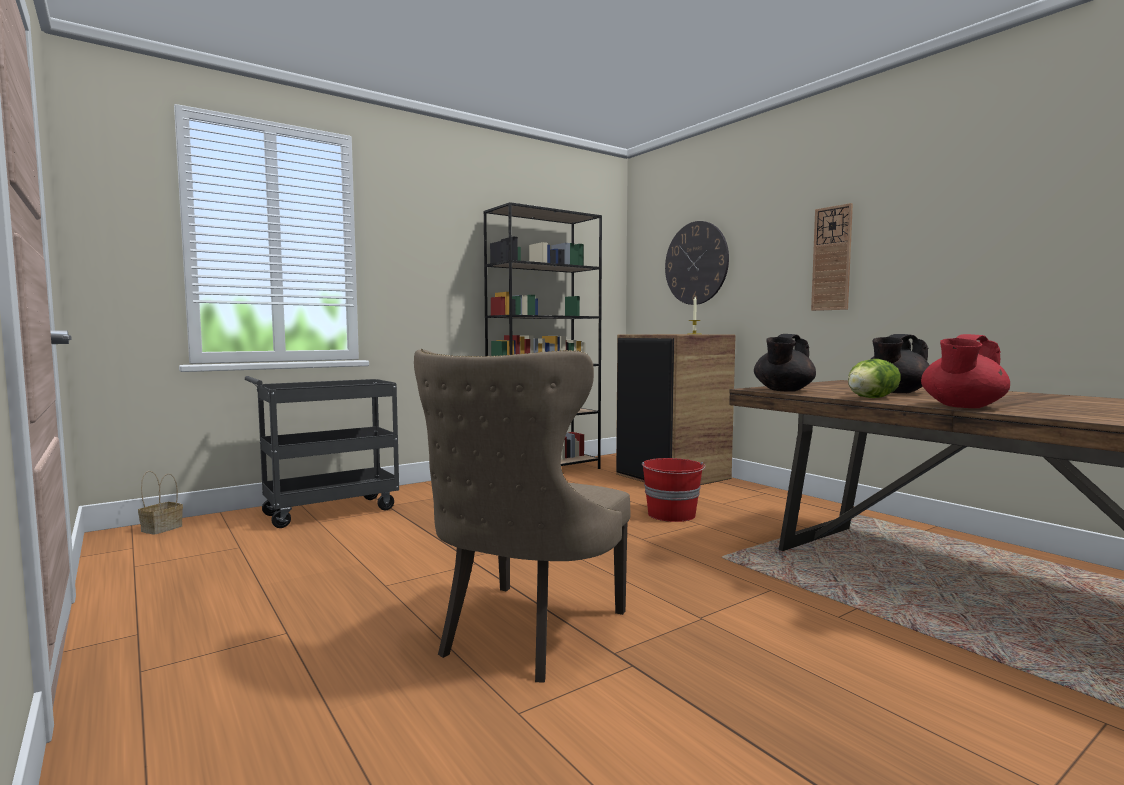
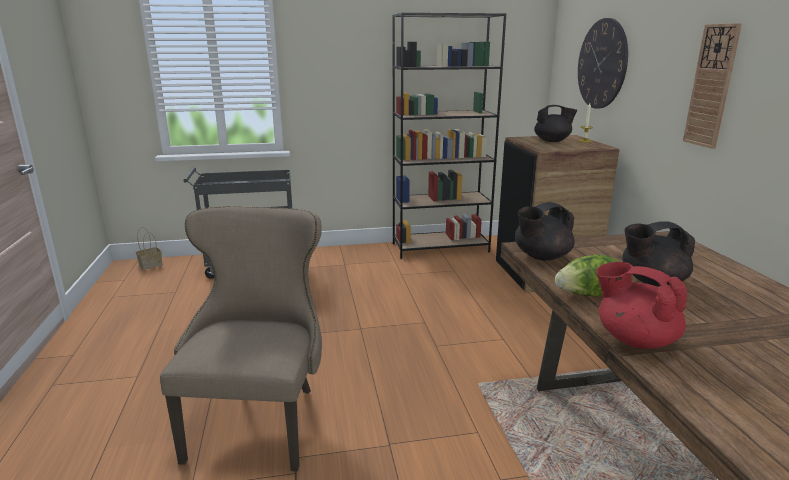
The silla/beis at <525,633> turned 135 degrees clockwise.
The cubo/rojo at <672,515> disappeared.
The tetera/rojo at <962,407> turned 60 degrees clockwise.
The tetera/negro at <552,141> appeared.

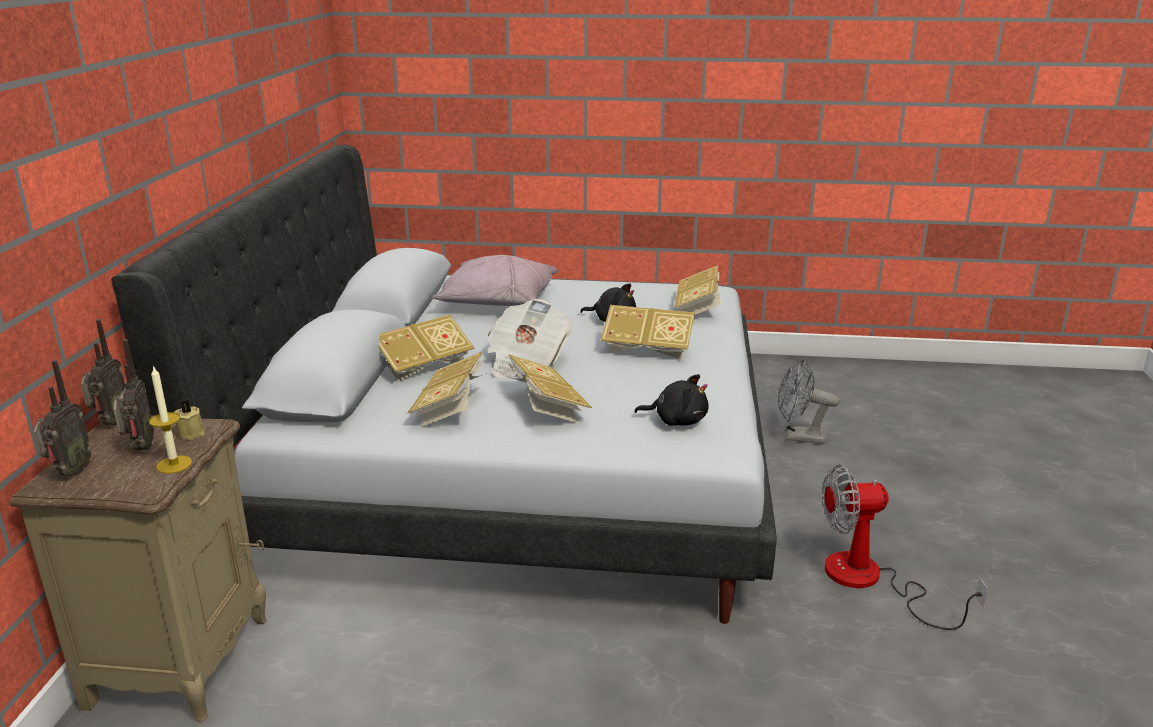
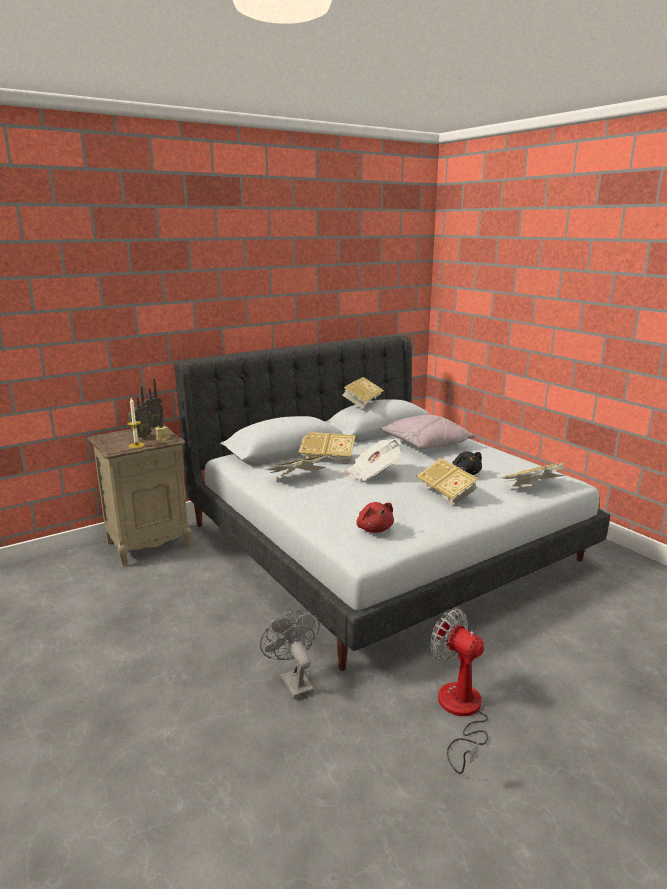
The radio at <69,473> disappeared.
The libro moved from <545,408> to <362,402>.
The peluche/negro at <677,420> became the peluche/rojo at <374,529>.
The ventilador/gris moved from <798,437> to <293,681>.

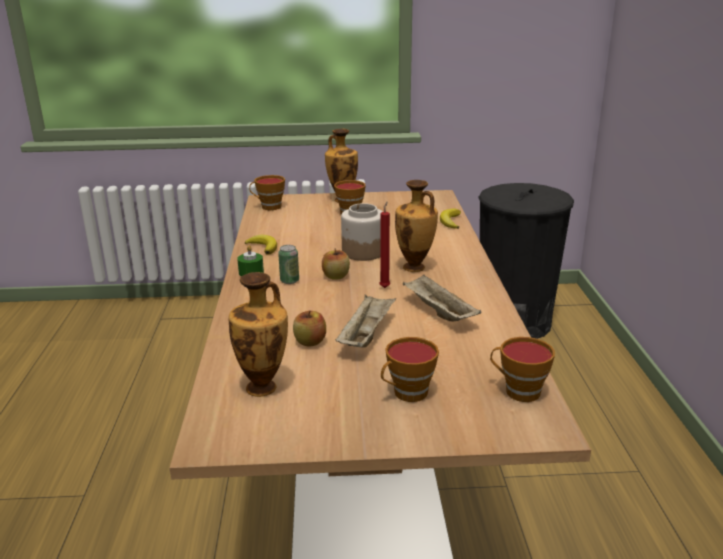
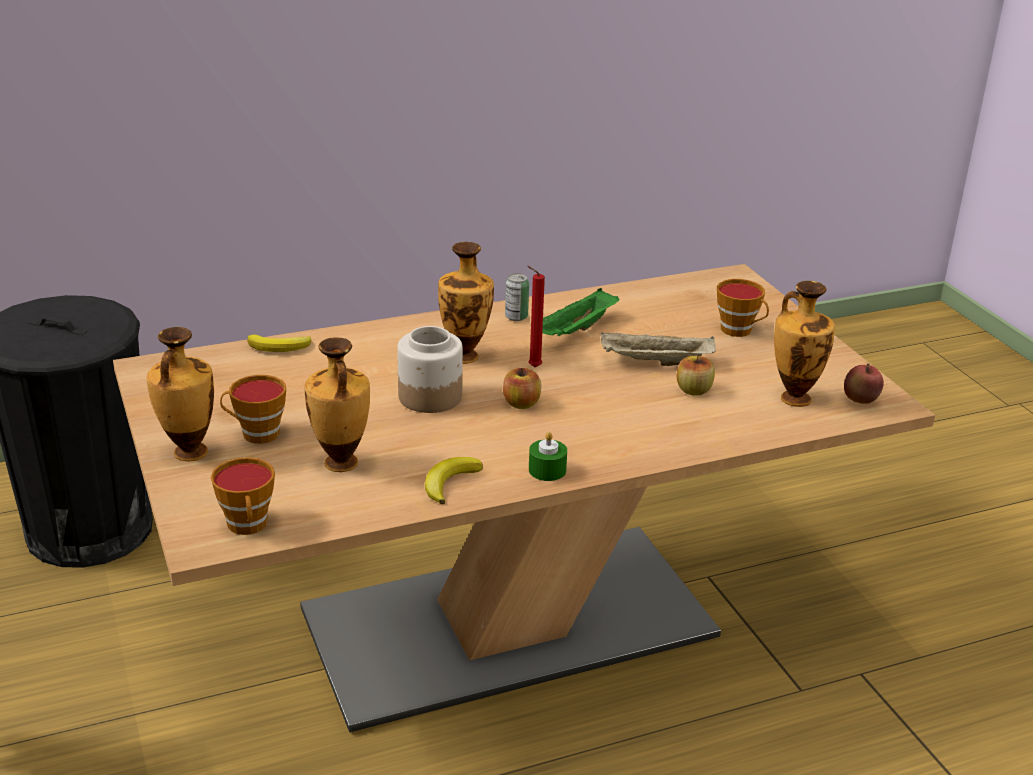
The lata moved from <289,281> to <516,317>.
The bandeja/beis at <438,312> became the bandeja/verde at <575,331>.
The taza at <518,391> disappeared.
The florero at <340,464> appeared.
The manzana at <860,401> appeared.

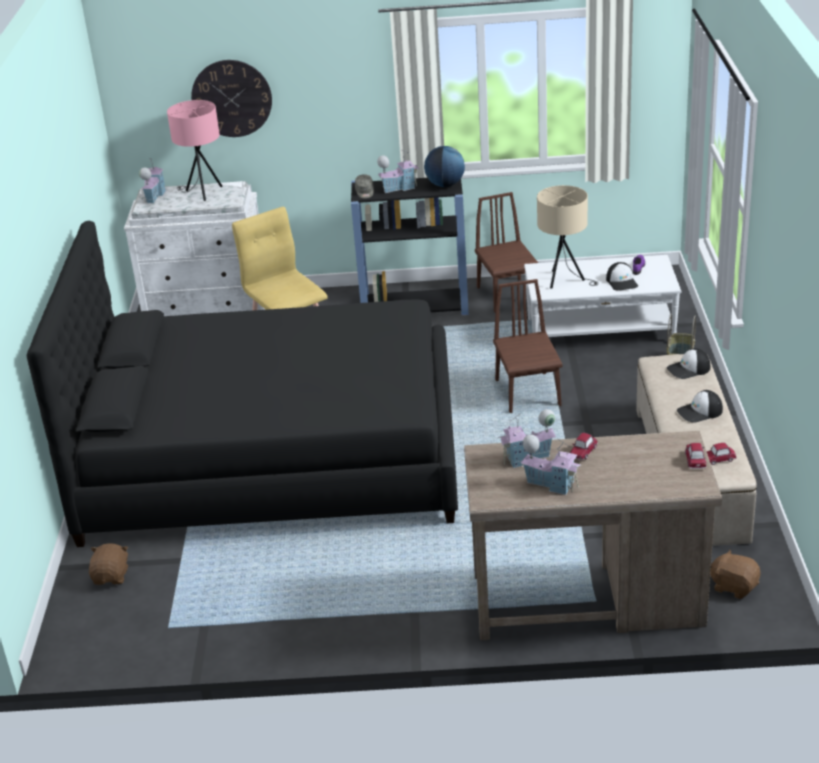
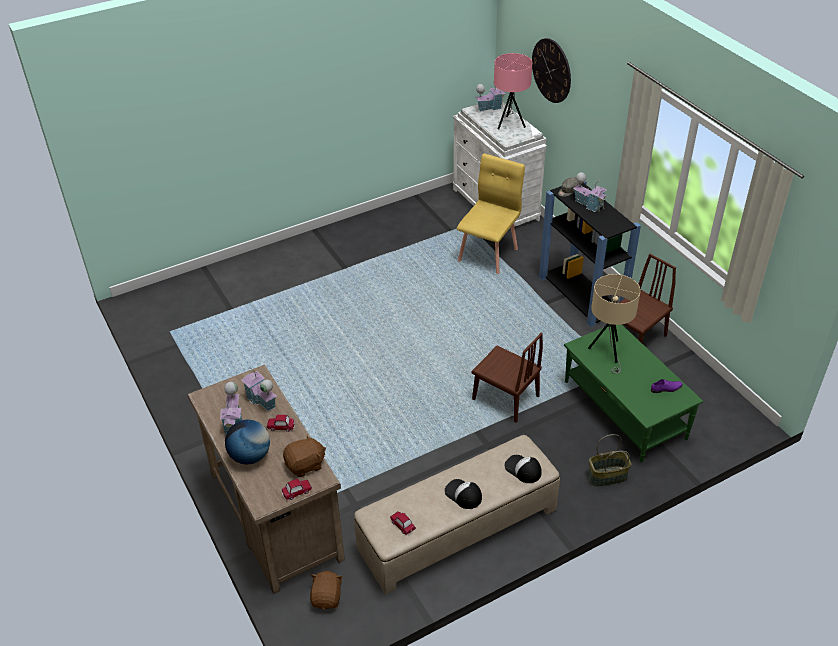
The cama/negro at <272,458> disappeared.
The peluche/marrón moved from <111,576> to <305,465>.
The globo terráqueo moved from <445,185> to <250,456>.
The silla/marrón at <528,393> turned 75 degrees clockwise.
The mesa de centro/blanco at <601,330> became the mesa de centro/verde at <624,410>.
The gorra at <622,282> disappeared.

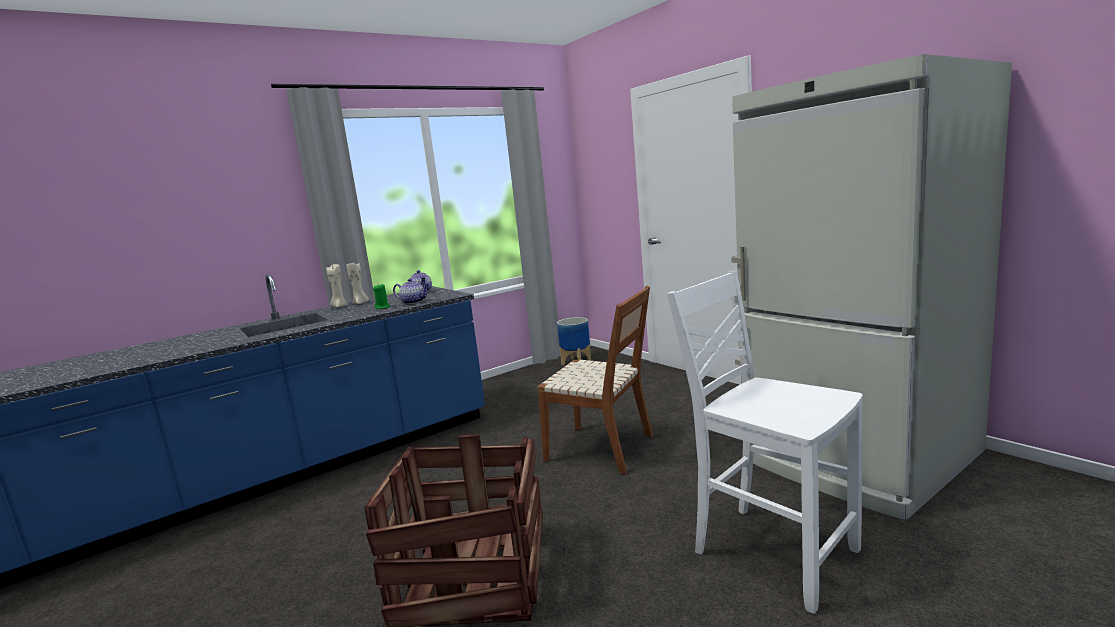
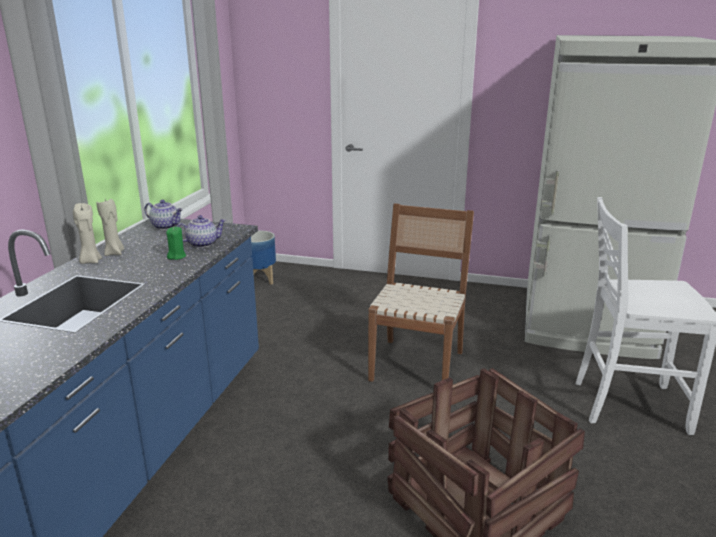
The silla at <604,450> turned 60 degrees counterclockwise.

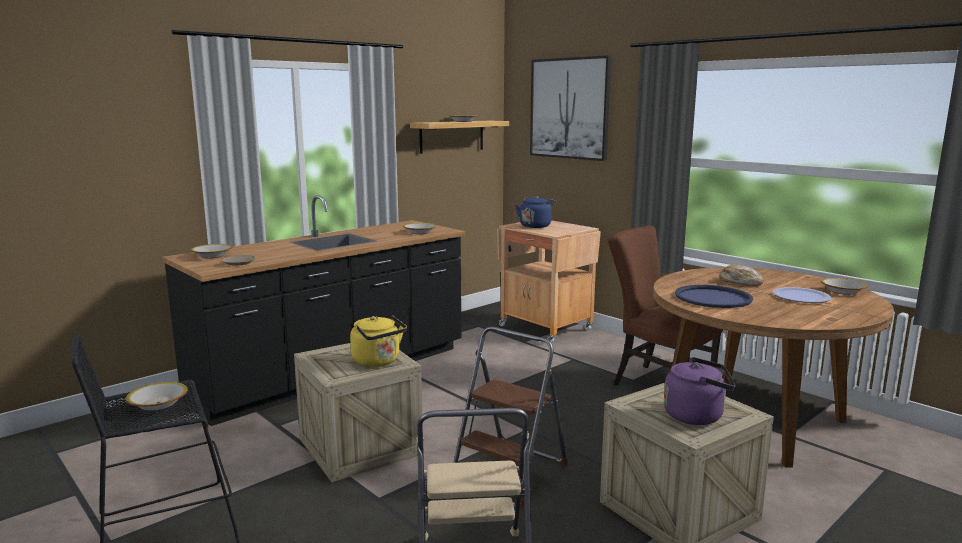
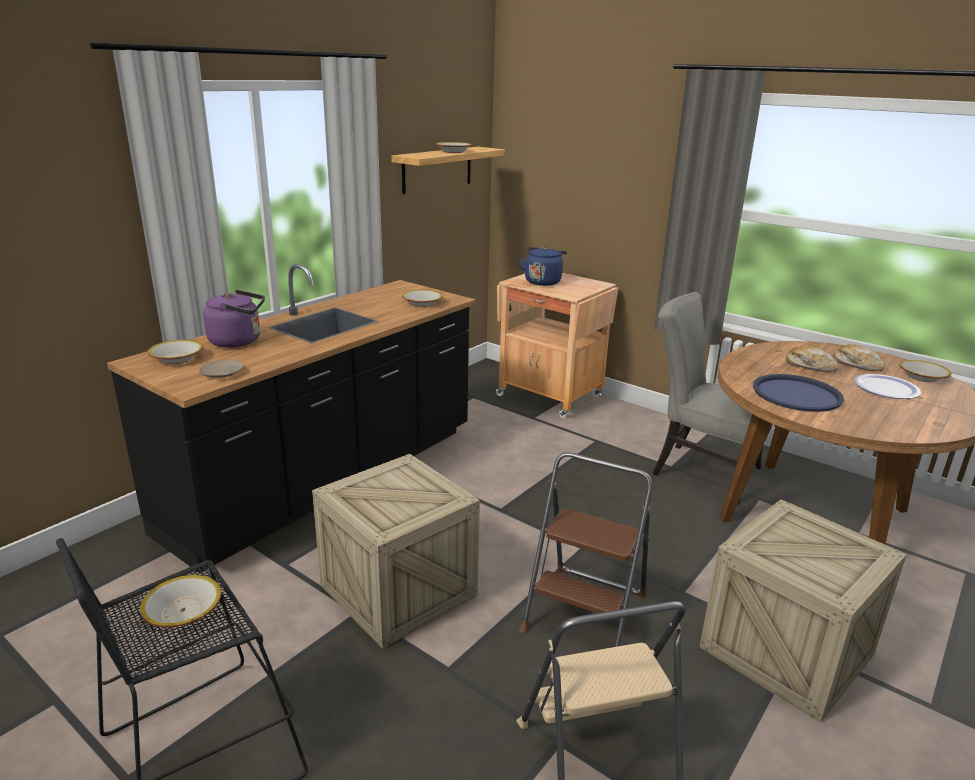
The hervidor/amarillo at <378,361> disappeared.
The cuadro at <569,108> disappeared.
The silla/marrón at <657,383> became the silla/gris at <699,470>.
The hervidor/morado moved from <697,416> to <238,341>.
The pan at <857,364> appeared.

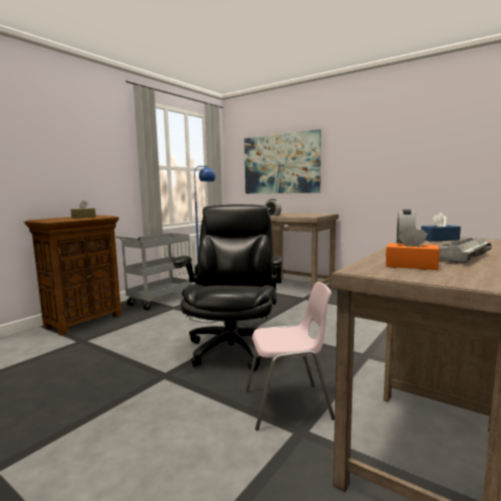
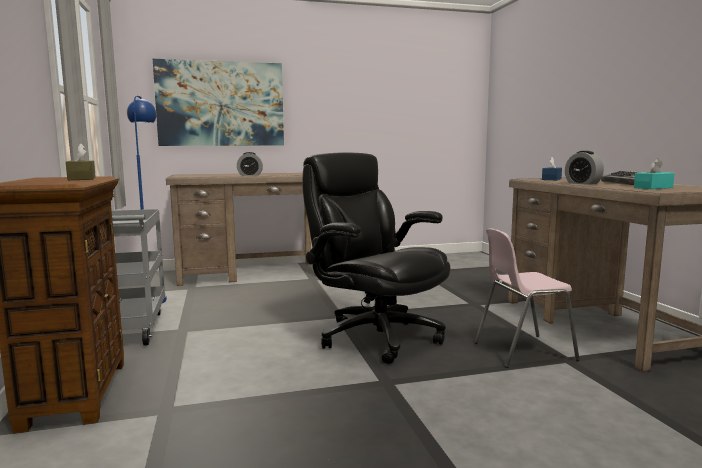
The silla/rosa at <289,405> turned 135 degrees counterclockwise.
The caja de pañuelos/naranja at <411,266> became the caja de pañuelos/turquesa at <653,188>.

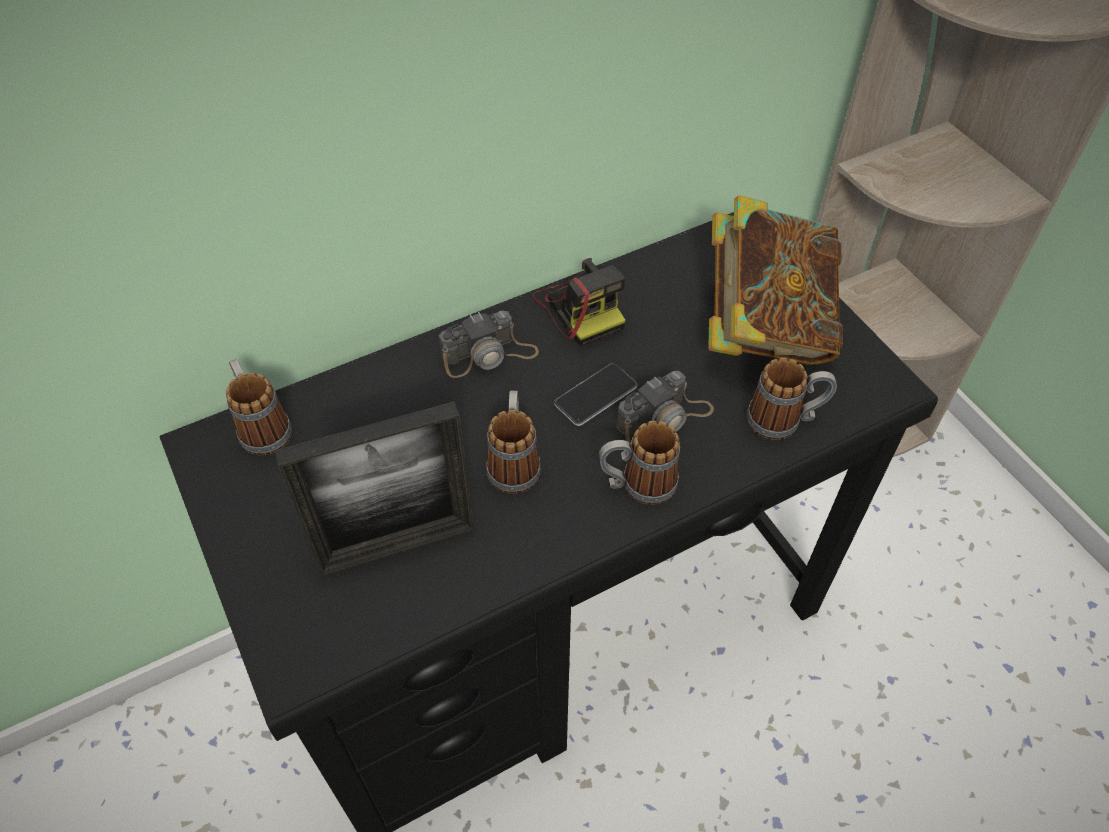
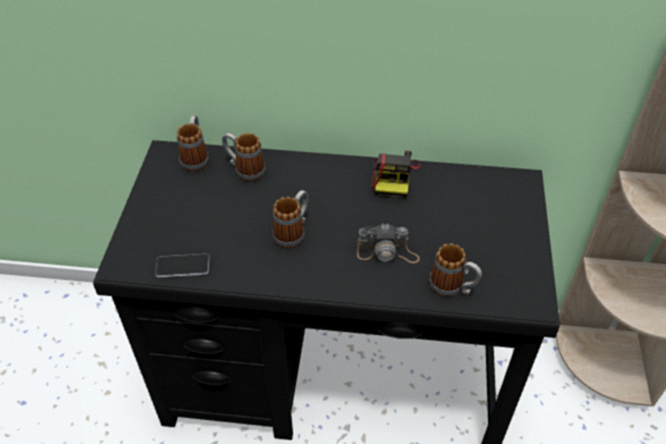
The portarretratos at <397,546> disappeared.
The cámara at <489,355> disappeared.
The móvil moved from <595,395> to <182,266>.
The taza grande moved from <637,484> to <245,169>.
The libro at <764,327> disappeared.

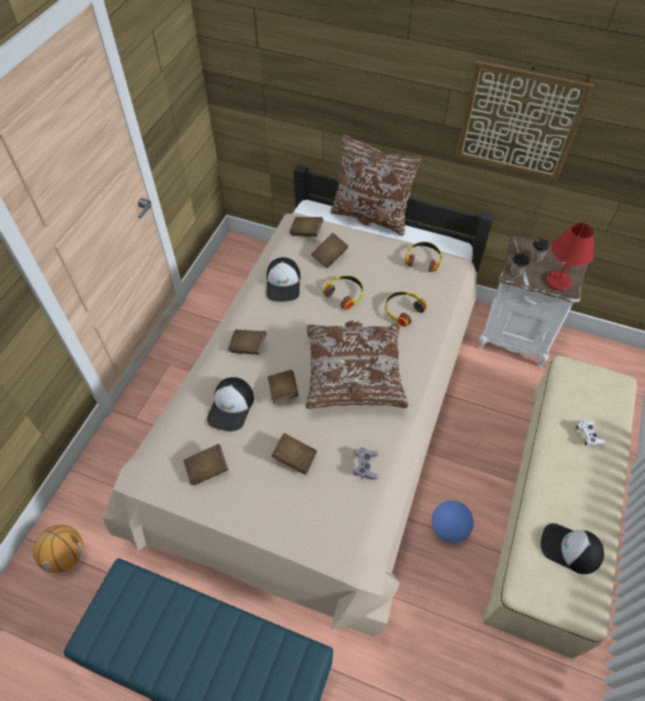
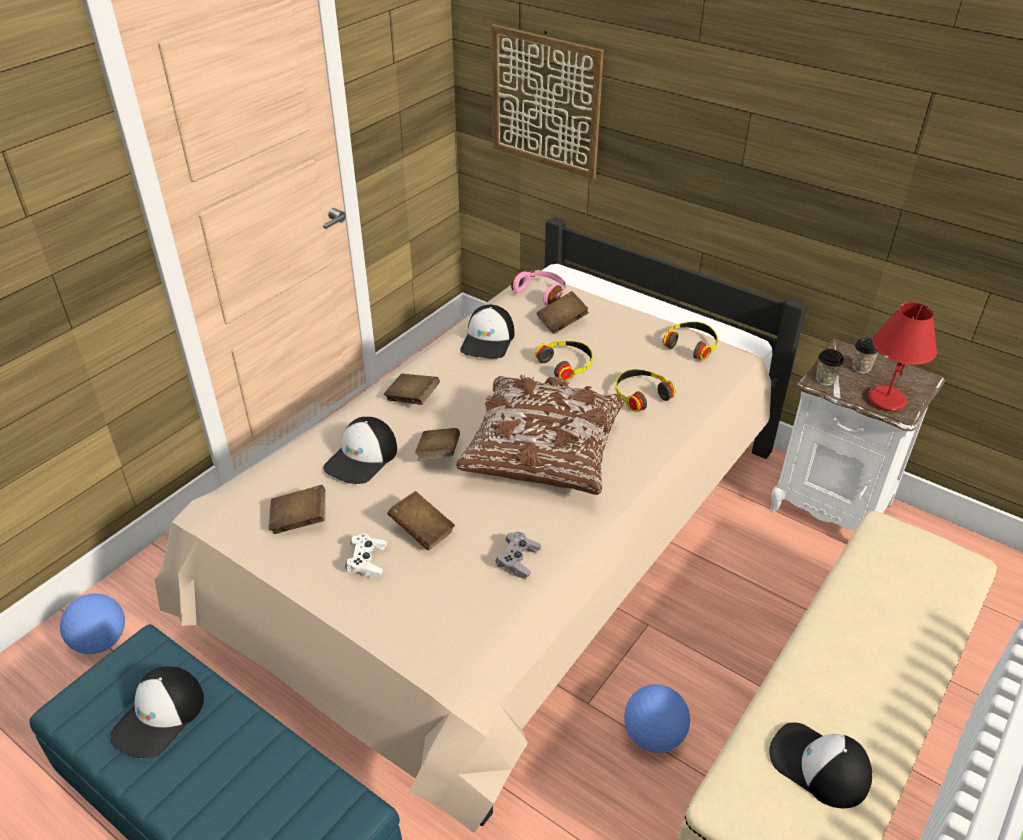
The balón de baloncesto at <66,555> was replaced by the balón de fútbol at <101,641>.
The libro/marrón at <306,232> was replaced by the auriculares/rosa at <541,293>.
The cojín/marrón at <370,217> disappeared.
The cuadro moved from <519,120> to <545,99>.
The mando de consola/blanco moved from <588,436> to <367,562>.
The gorra at <160,717> appeared.

